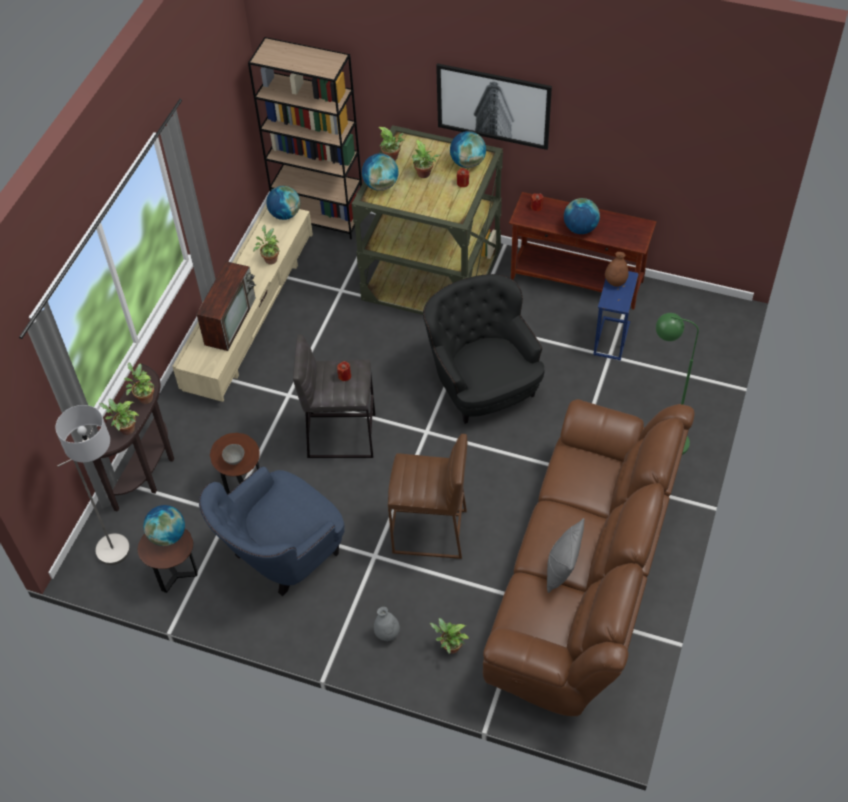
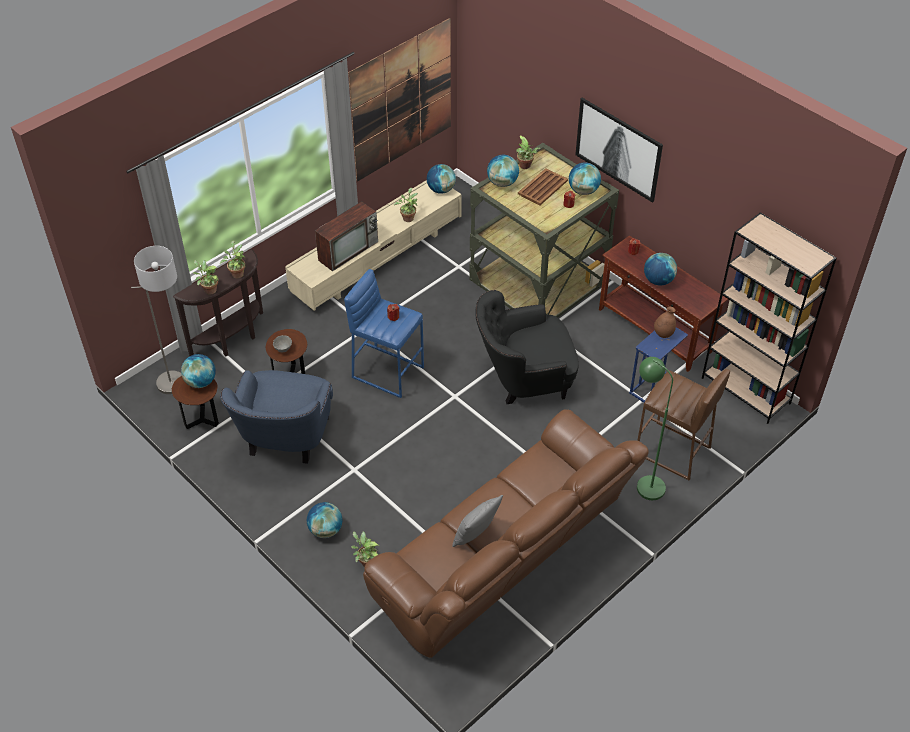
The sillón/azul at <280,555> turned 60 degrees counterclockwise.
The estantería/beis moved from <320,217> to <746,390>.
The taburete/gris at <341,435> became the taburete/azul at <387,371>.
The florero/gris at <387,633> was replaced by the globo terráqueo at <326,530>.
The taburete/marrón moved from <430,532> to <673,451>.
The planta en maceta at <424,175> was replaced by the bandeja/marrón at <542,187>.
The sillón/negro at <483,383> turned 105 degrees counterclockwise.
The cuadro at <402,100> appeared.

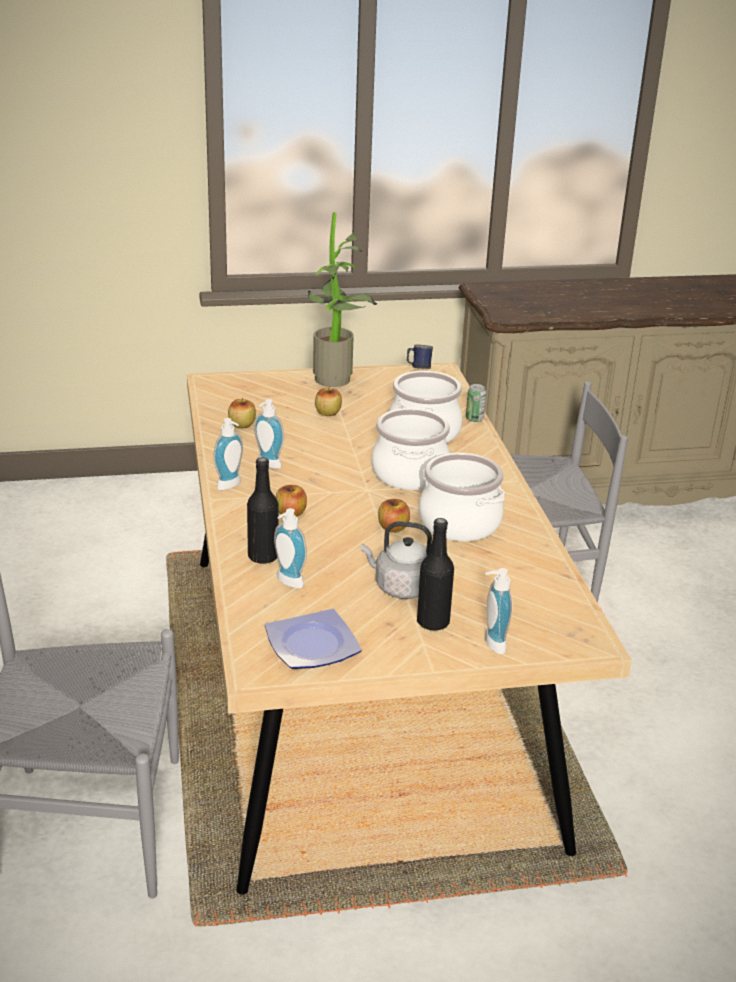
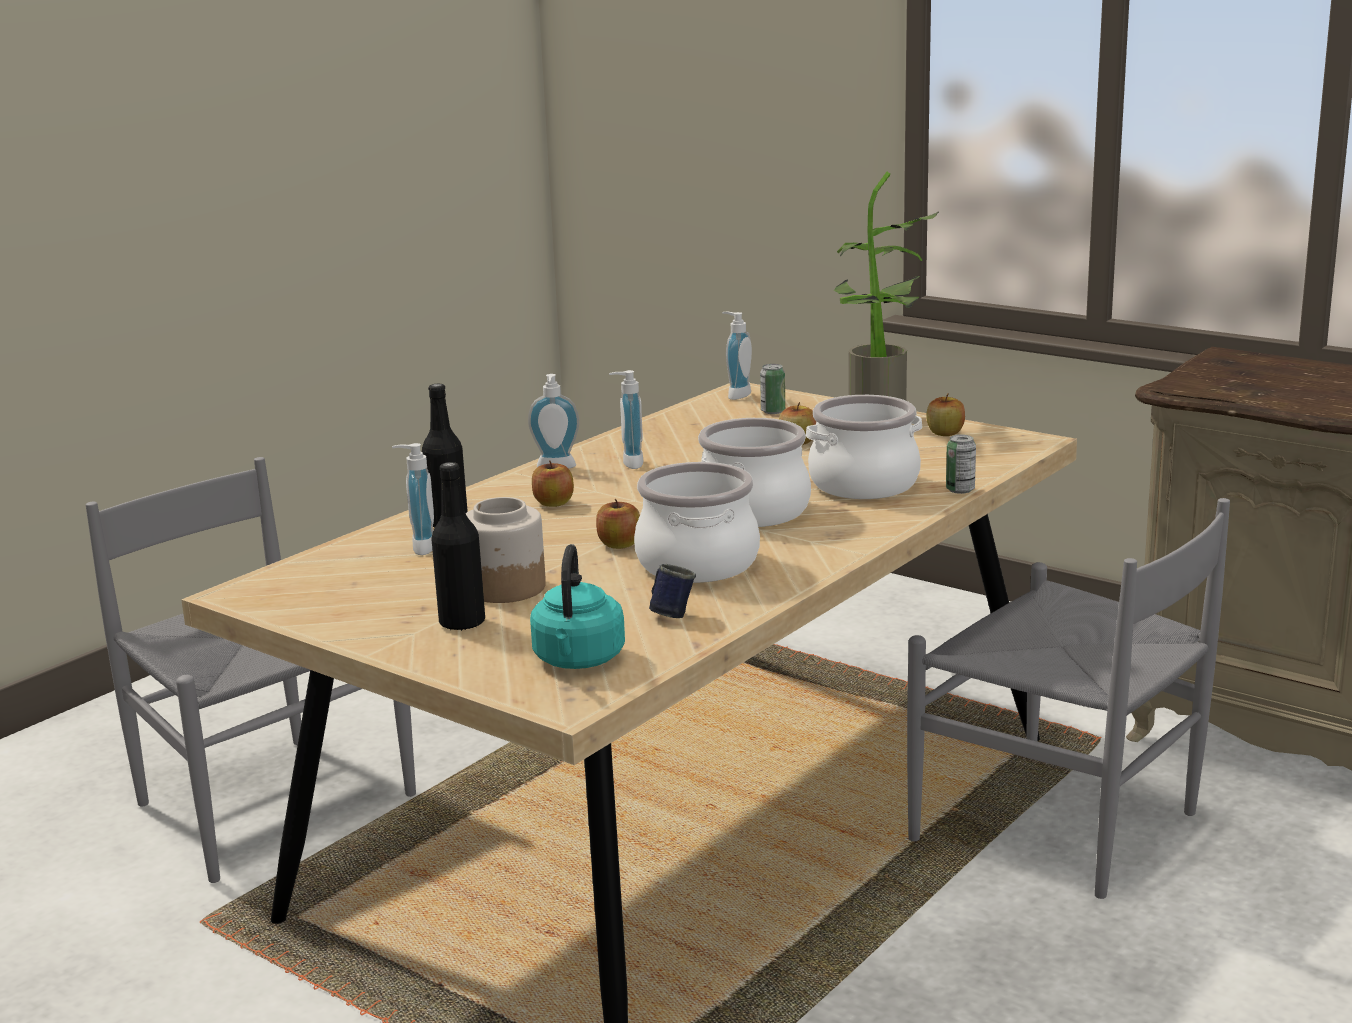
The manzana moved from <242,425> to <945,433>.
The plato at <313,644> disappeared.
The hervidor/gris at <400,587> was replaced by the tarro at <504,588>.
The taza grande/azul moved from <418,368> to <669,614>.
The dispensador de jabón moved from <491,644> to <736,395>.
The hervidor/turquesa at <578,661> appeared.
The lata at <773,411> appeared.

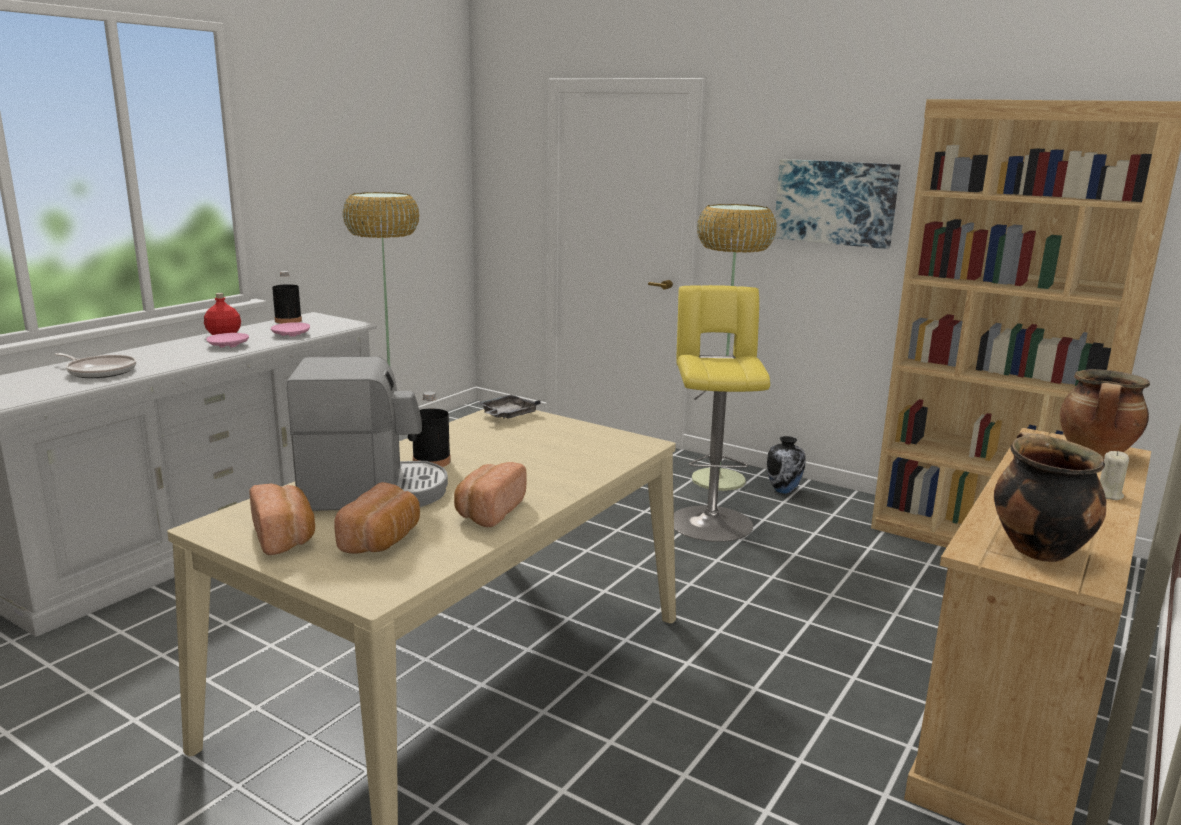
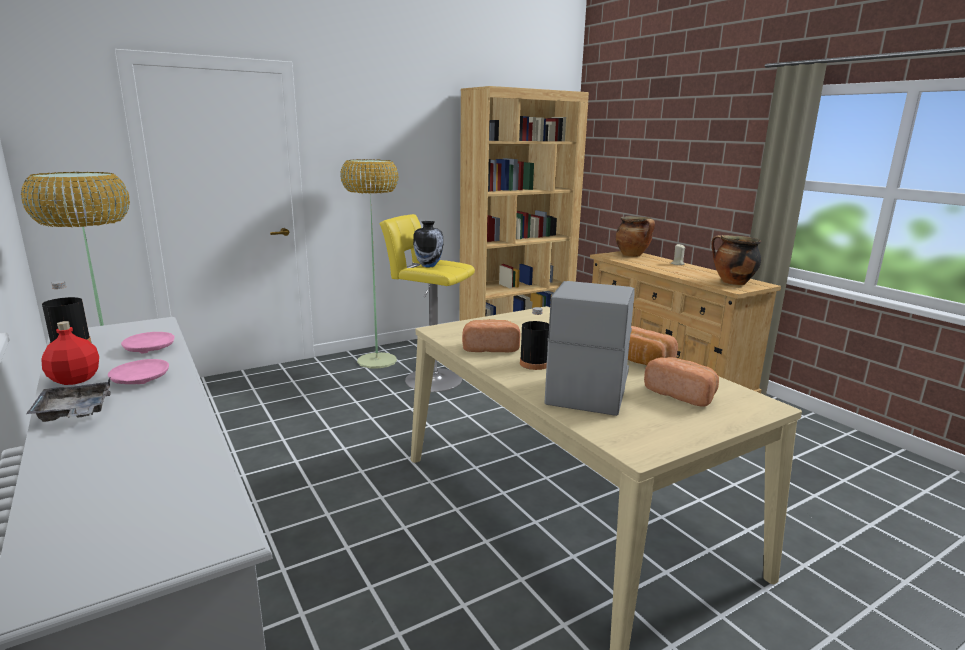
The sartén at <100,371> disappeared.
The pan moved from <285,537> to <490,348>.
The bandeja/gris moved from <507,415> to <74,412>.
The florero moved from <784,490> to <428,266>.
The cuadro at <835,202> disappeared.

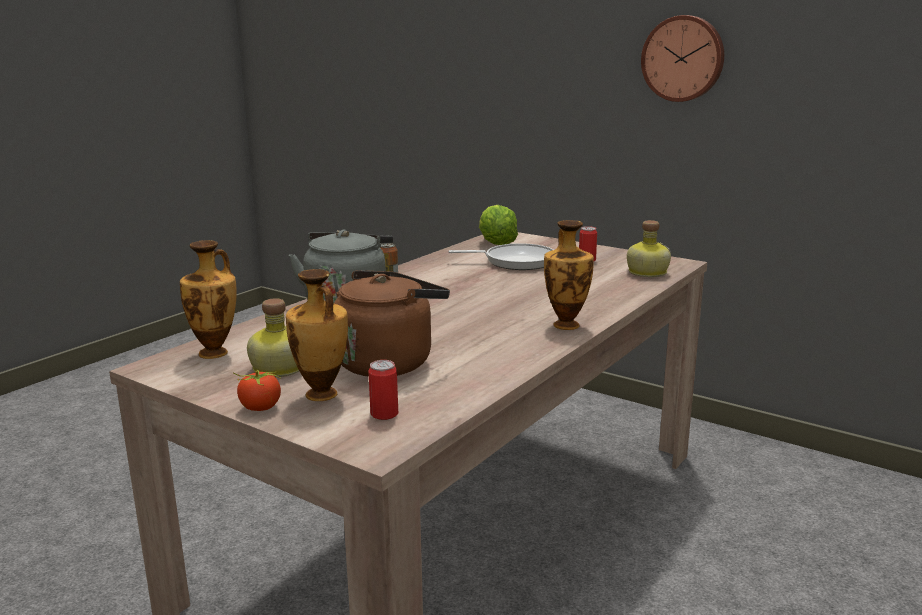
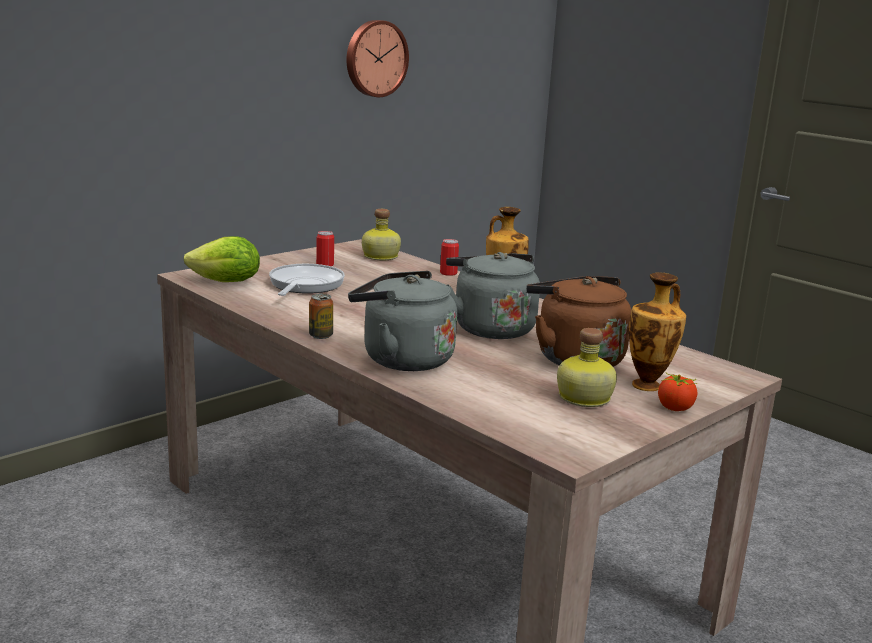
The florero at <215,353> disappeared.
The lata moved from <384,414> to <448,273>.
The reloj de pared moved from <683,58> to <375,58>.
The hervidor/gris at <490,328> appeared.

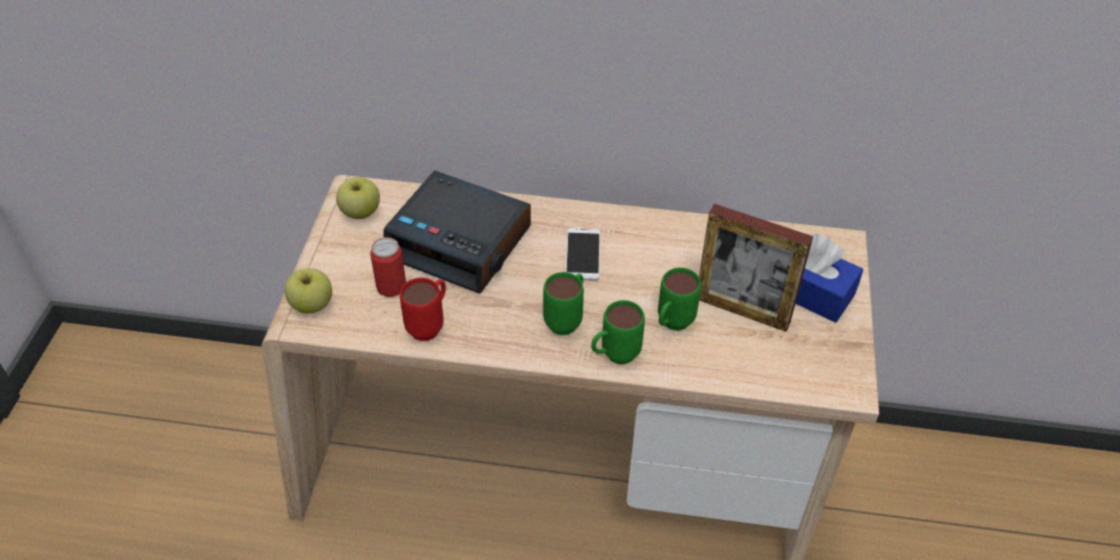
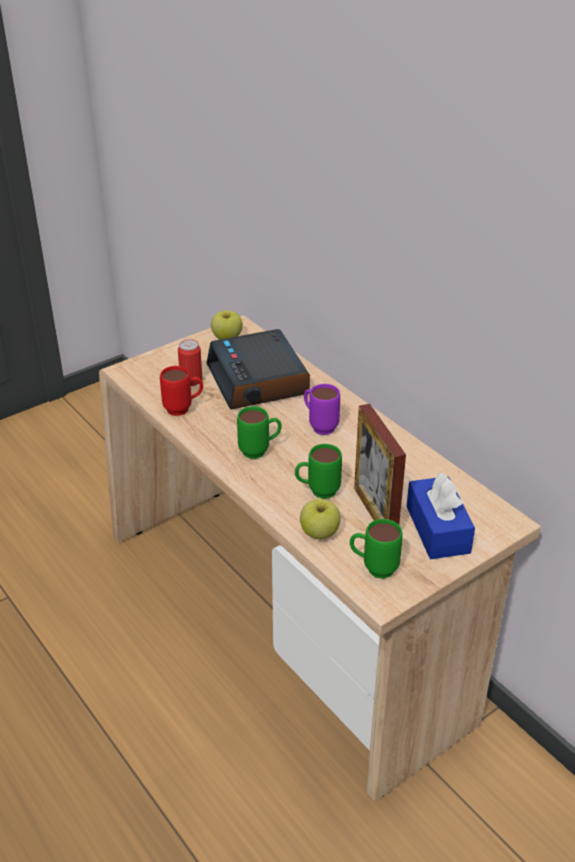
The manzana moved from <312,304> to <320,533>.
The móvil at <583,254> was replaced by the taza grande/morado at <319,426>.
The taza grande/verde moved from <614,357> to <373,568>.

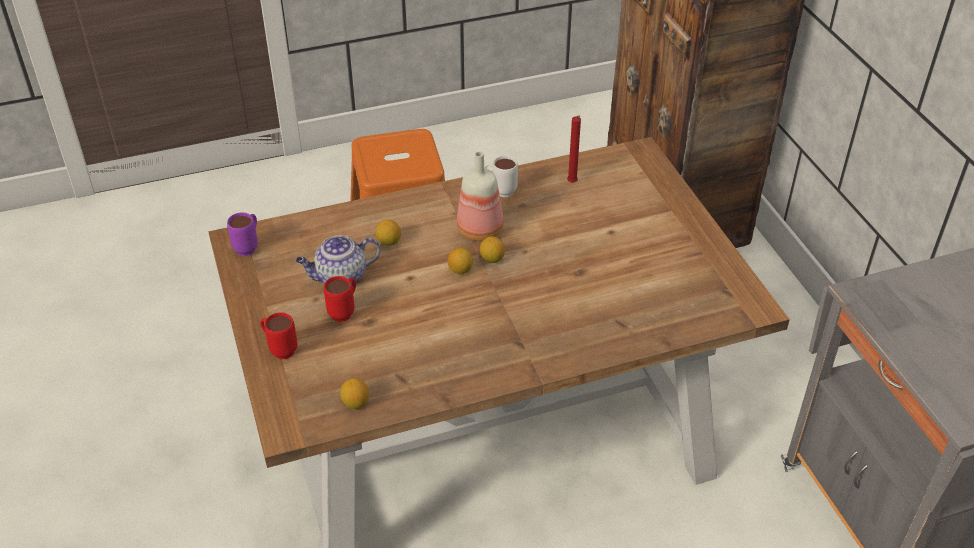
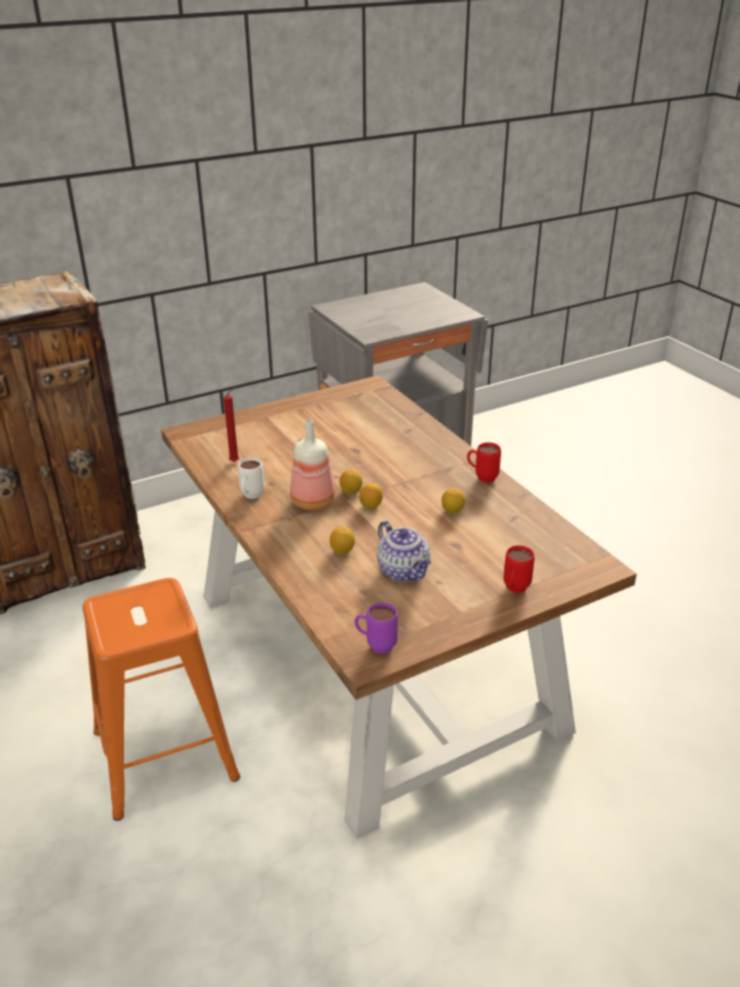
The taza grande/rojo moved from <345,311> to <482,477>.
The limón moved from <355,403> to <452,511>.

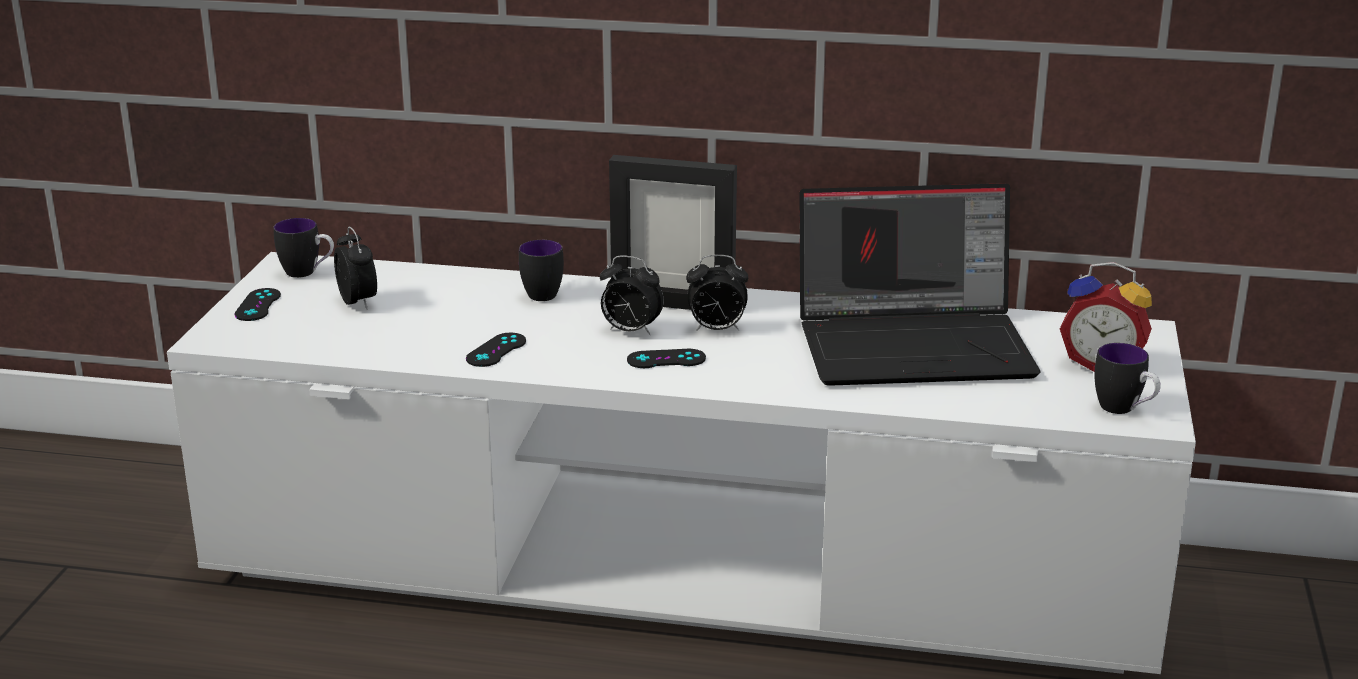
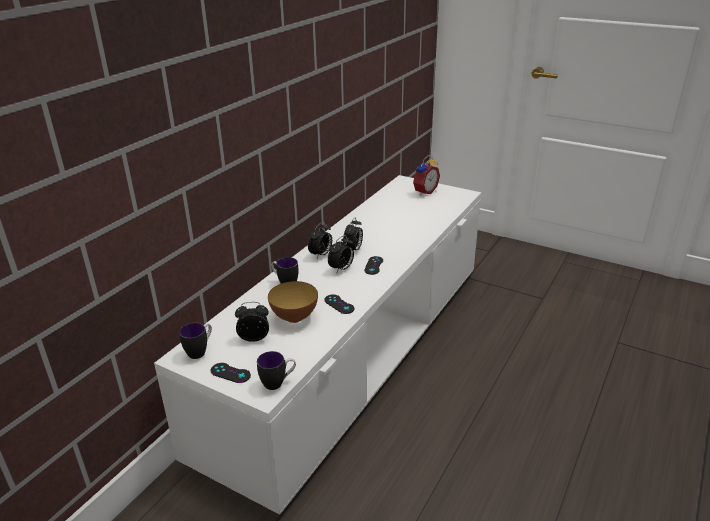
The portarretratos at <673,303> was replaced by the despertador at <321,255>.
The portátil at <916,344> disappeared.
The taza grande moved from <1124,410> to <278,383>.
The cuenco at <294,317> appeared.

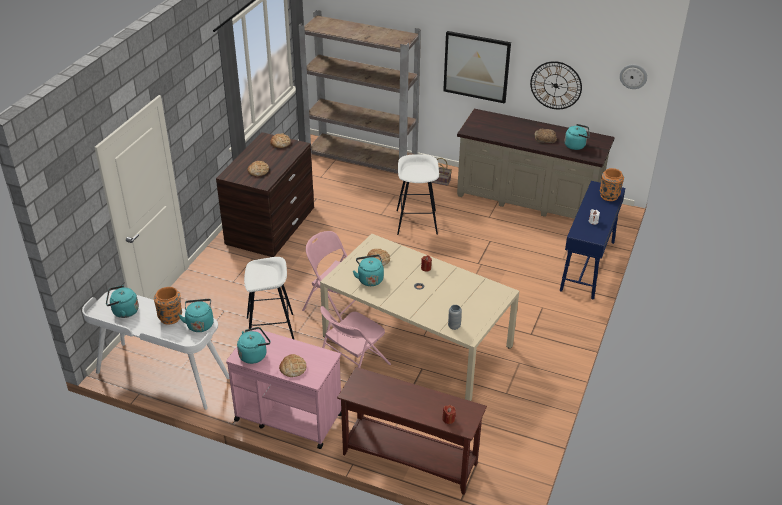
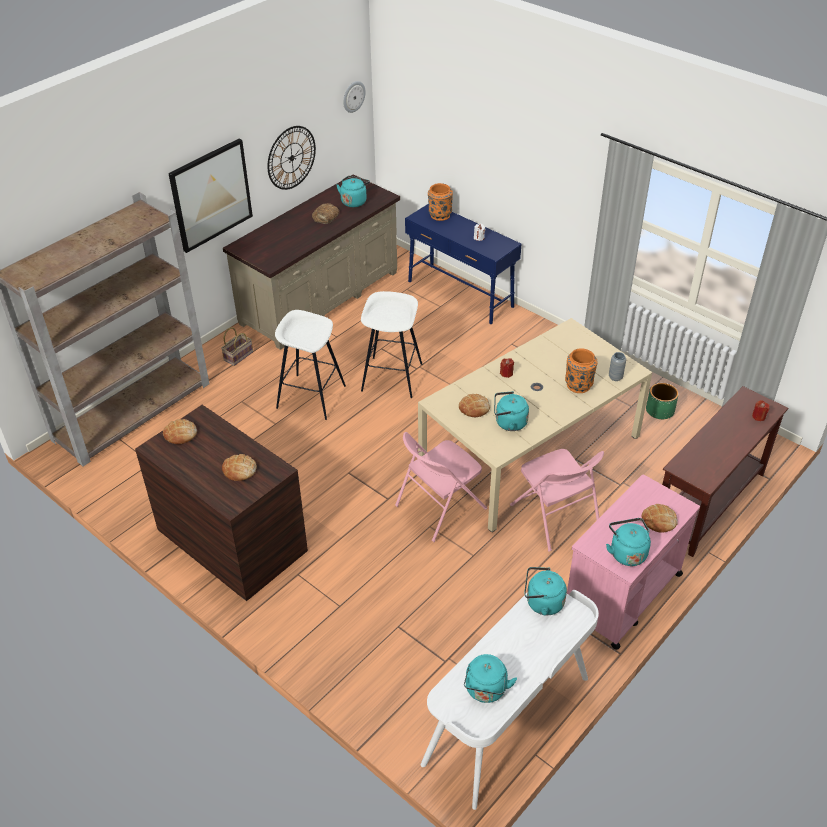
The florero/naranja moved from <171,317> to <578,385>.
The taburete/blanco moved from <271,331> to <392,377>.
The maceta/verde at <660,410> appeared.

